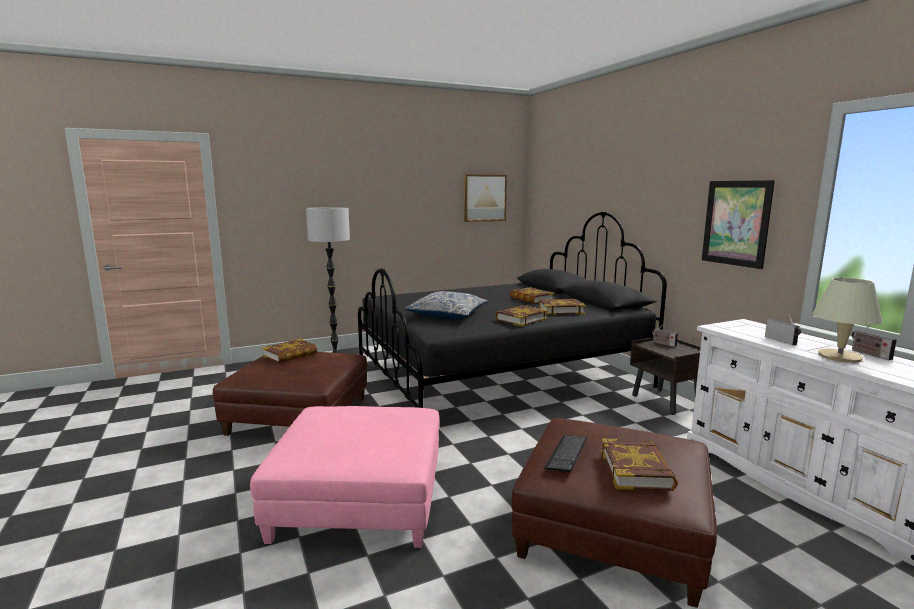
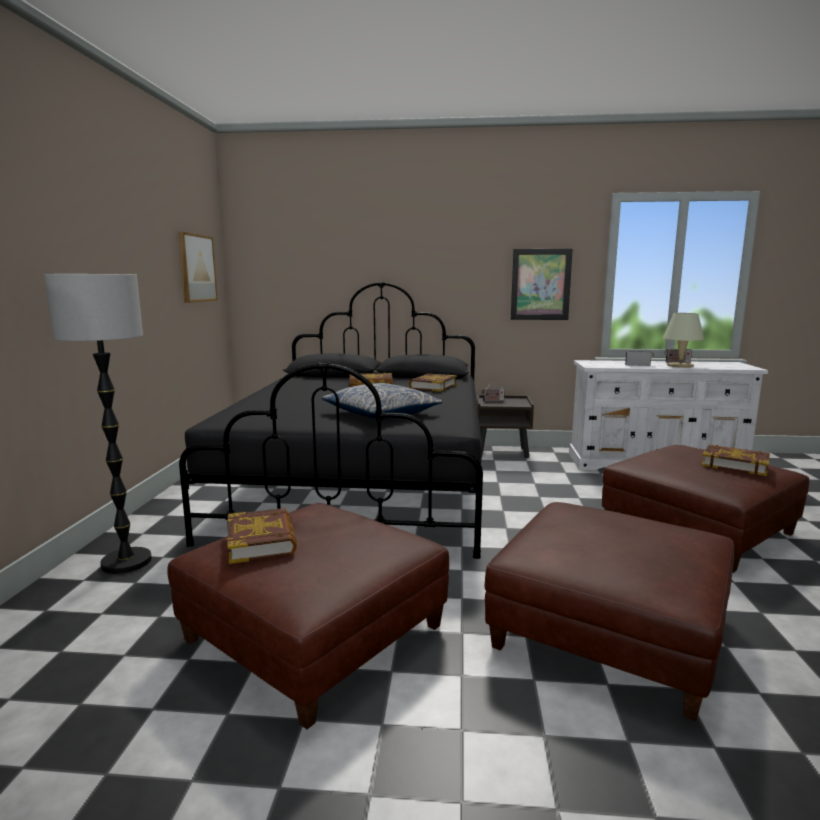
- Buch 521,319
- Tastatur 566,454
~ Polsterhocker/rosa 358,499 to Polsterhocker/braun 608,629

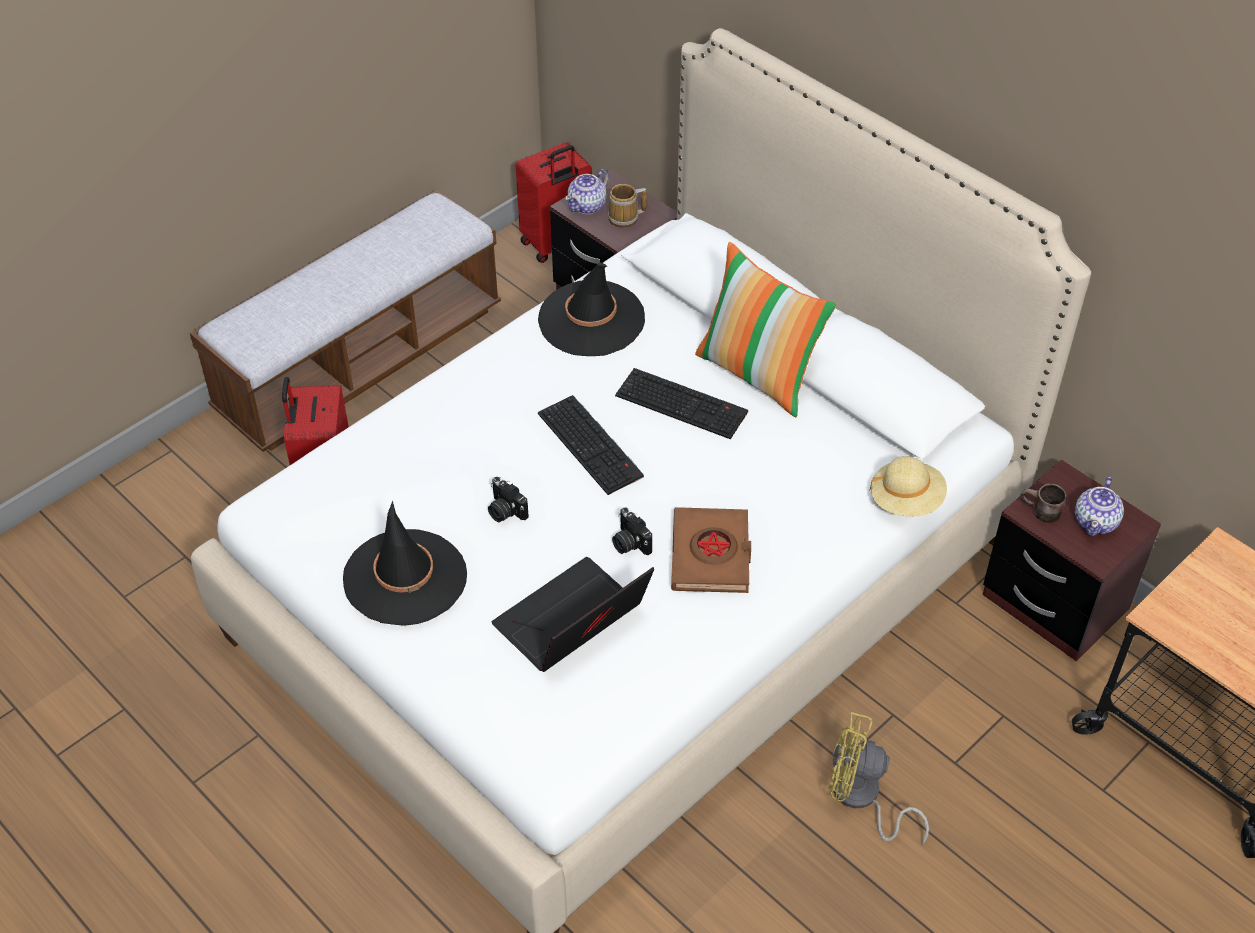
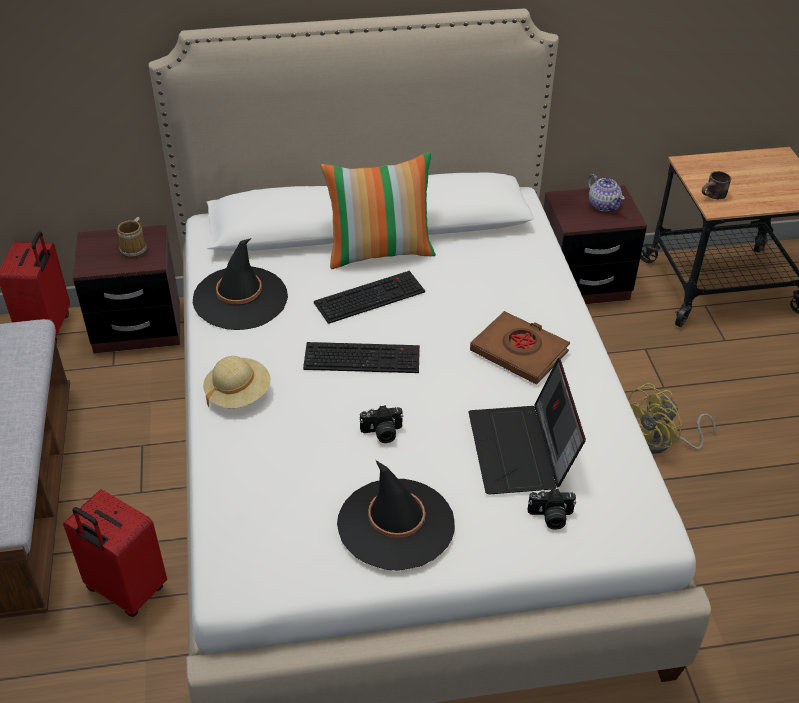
- Teekanne 588,206
~ Kamera 629,543 to 550,517
~ Hut/beige 906,500 to 238,394
~ Henkelbecher/braun 1040,513 to 714,197

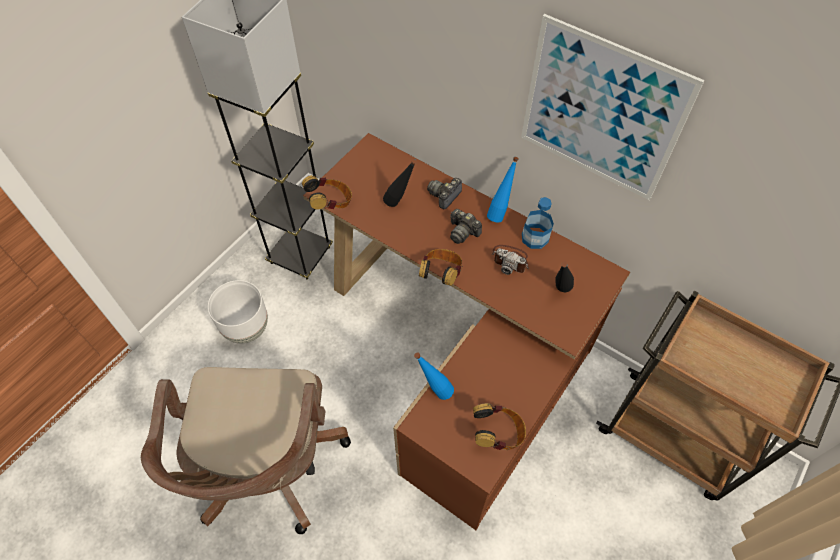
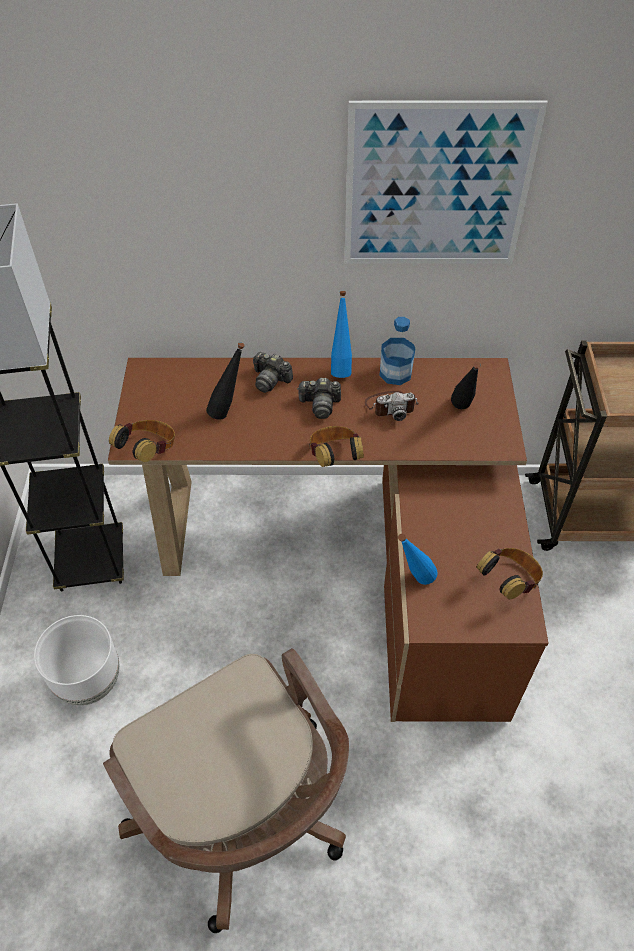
~ Kamera 444,196 = 270,379 60 degrees counterclockwise

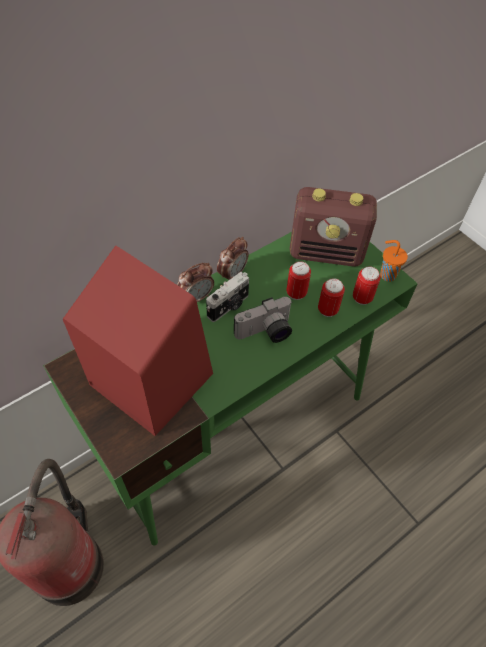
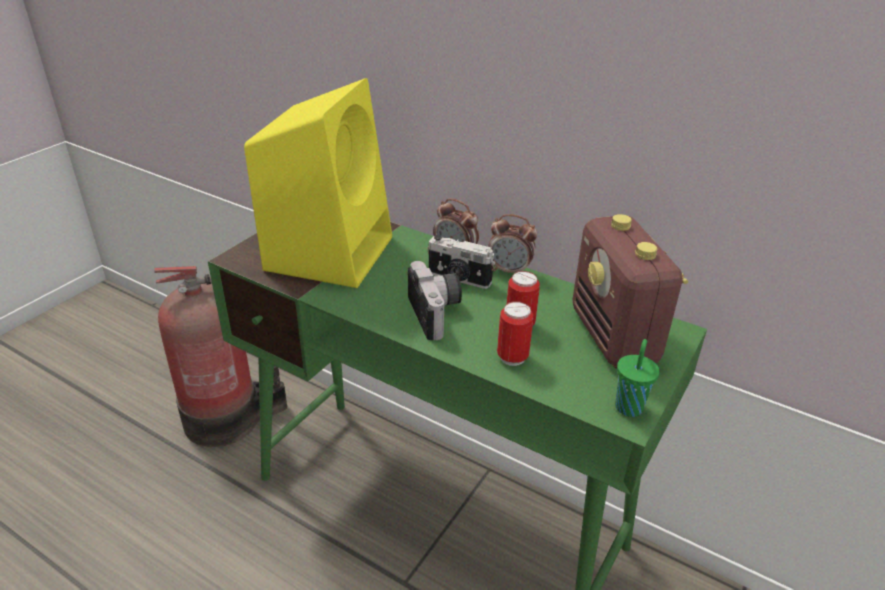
- Dose 362,298
~ Lautsprecher/rot 148,378 to Lautsprecher/gelb 330,251
~ Tasse/orange 386,275 to Tasse/grün 629,406
~ Kamera 265,333 = 438,313 150 degrees counterclockwise

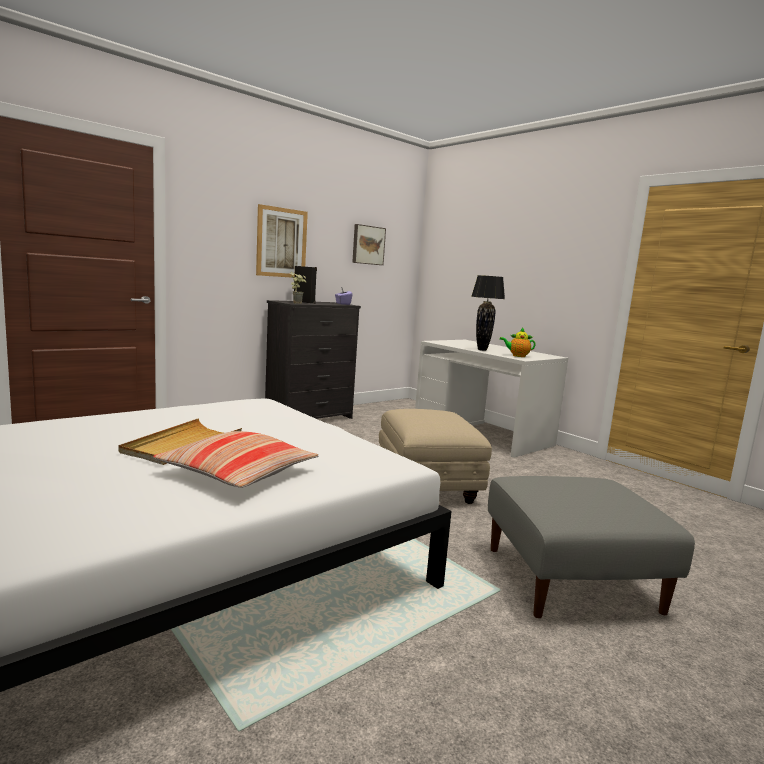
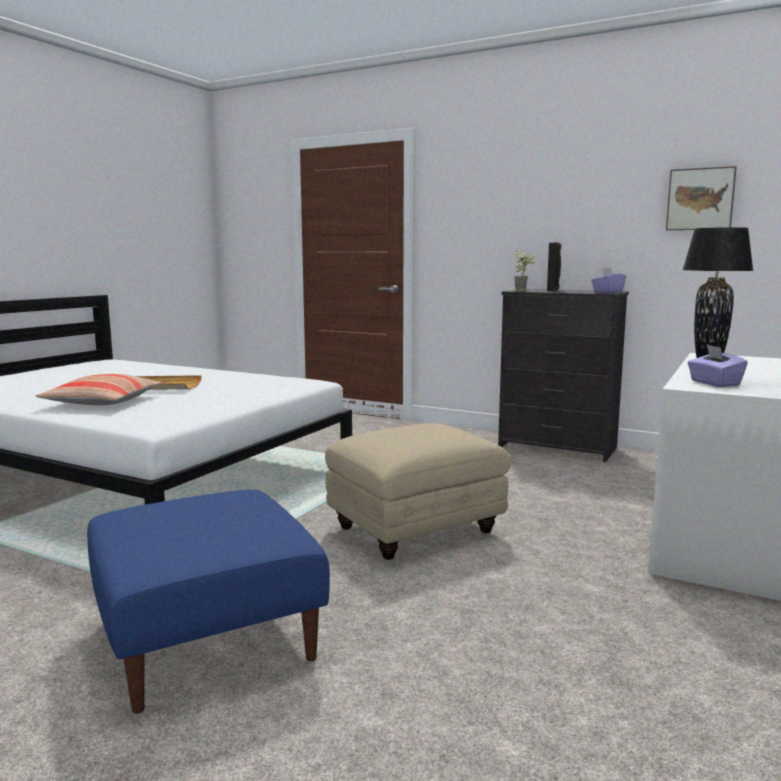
- Bild 281,242
~ Teekanne 517,356 to Taschentuchbox/lila 714,383
~ Polsterhocker/grau 571,578 to Polsterhocker/blau 208,638

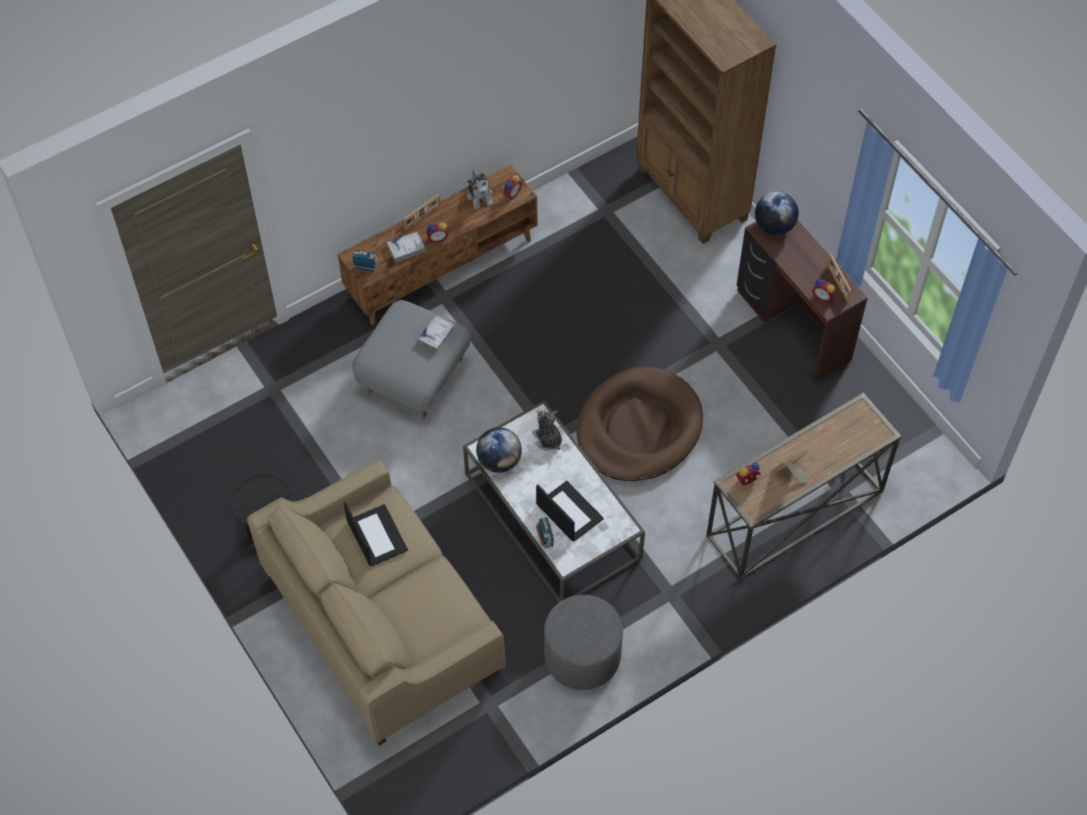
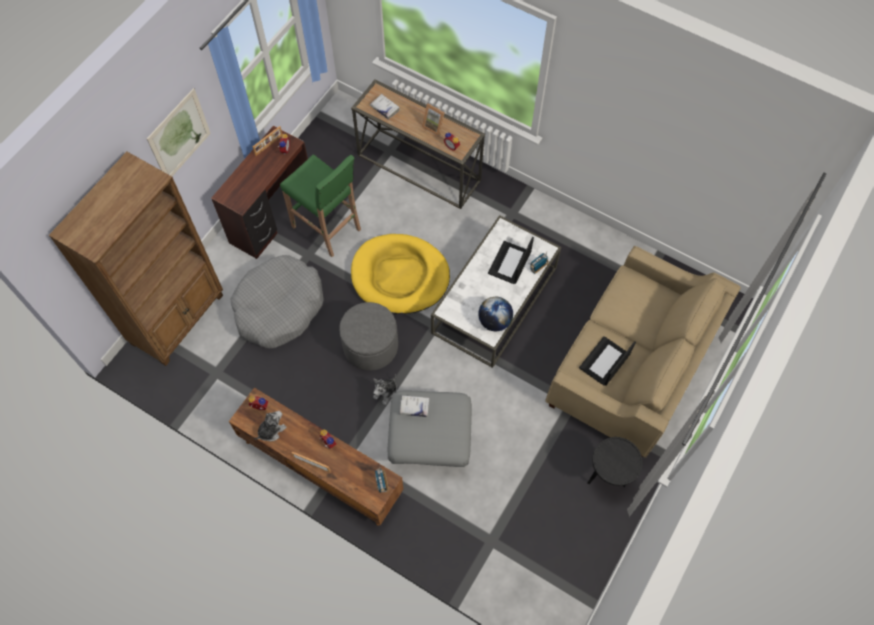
- Globus 774,226
+ Bild 179,135
+ Hundebett/grau 279,307
+ Hocker/grün 327,229
~ Buch/weiß 406,248 to 385,108
~ Plüschtier 547,439 to 386,392
~ Polsterhocker/grau 582,655 to 370,346
~ Hundebett/braun 638,428 to Hundebett/gelb 400,276

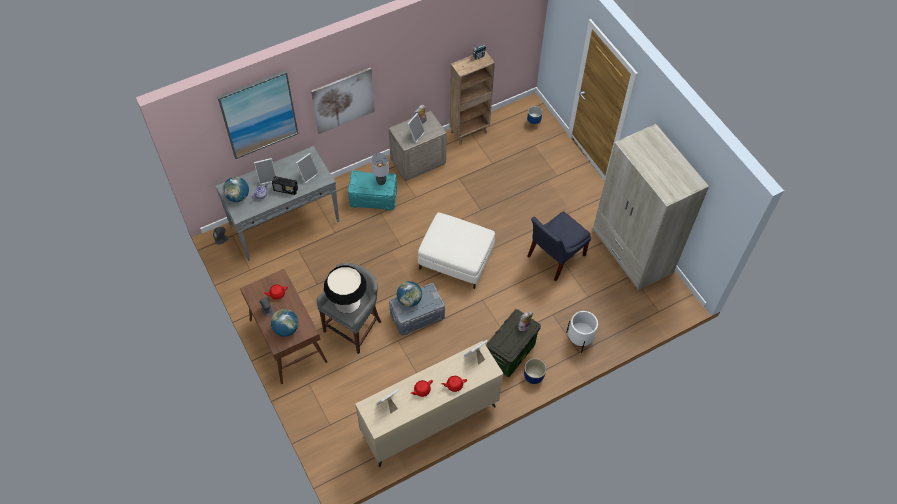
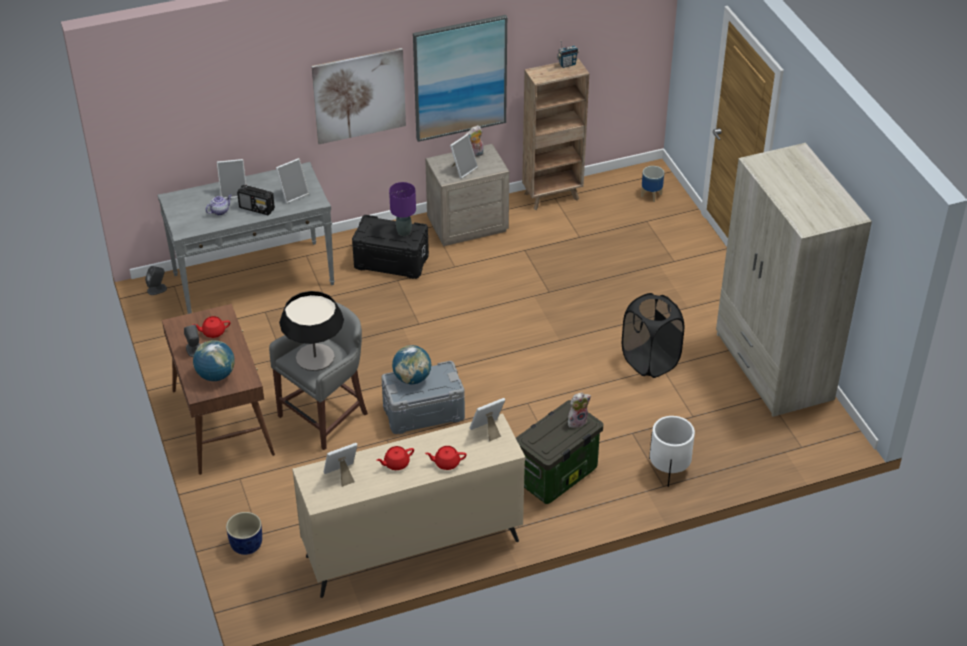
- Globus 238,196
- Polsterhocker/weiß 456,259
~ Bild 259,114 to 460,78
~ Pflanzkübel/blau 533,376 to 246,544
~ Stuhl/blau 554,257 to Wäschekorb/schwarz 650,361
~ Aufbewahrungsbox/türkis 373,197 to Aufbewahrungsbox/schwarz 391,261
~ Tischlampe/grau 381,182 to Tischlampe/lila 404,232

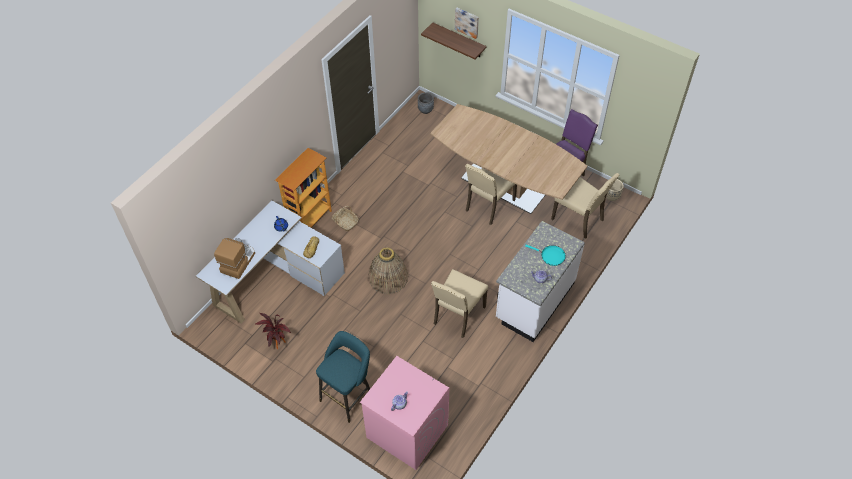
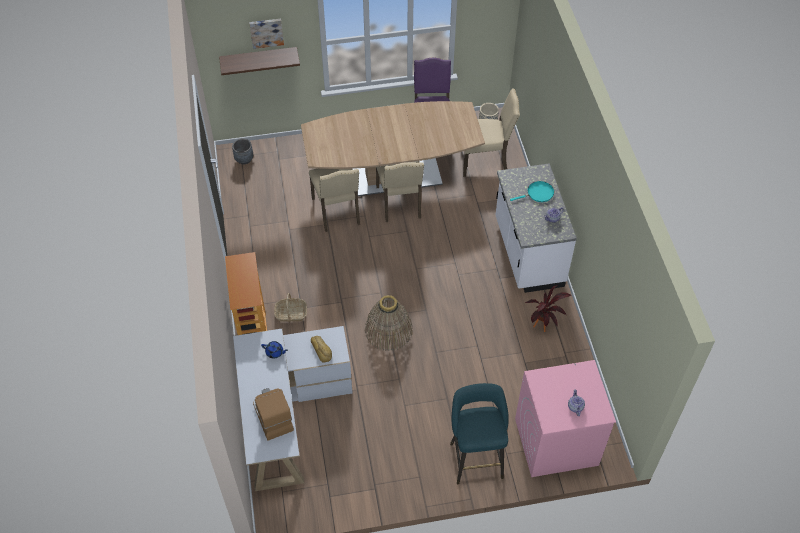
~ Topfpflanze 278,346 to 543,329
~ Stuhl/beige 457,315 to 337,212

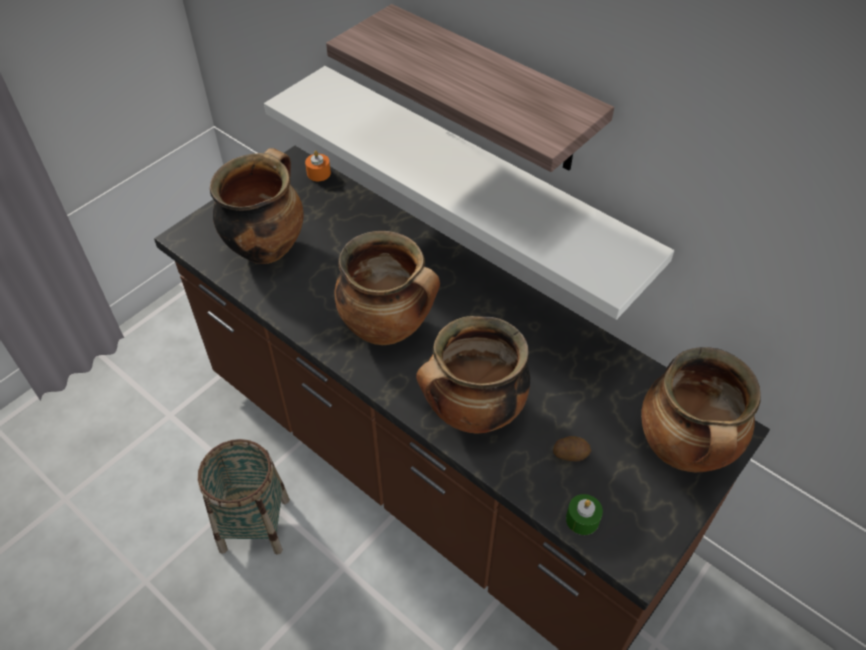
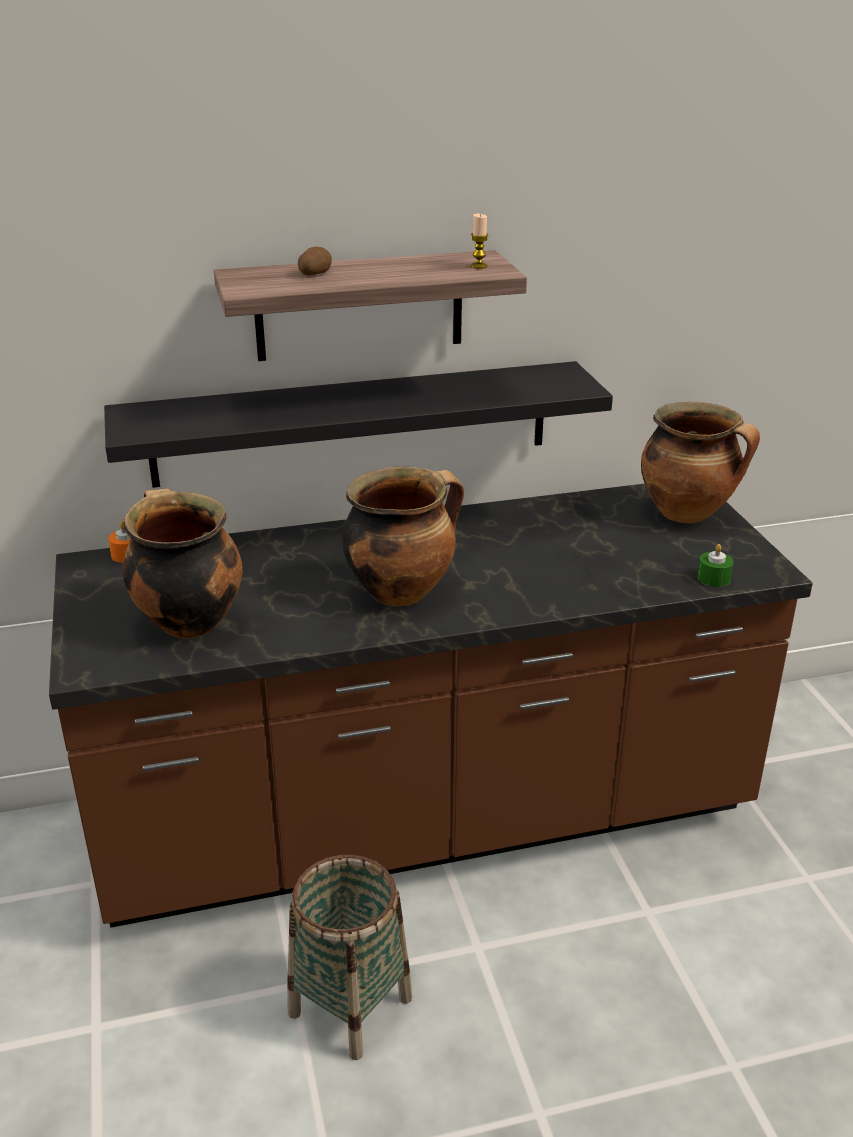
- Kochtopf 472,415
+ Kerze 478,266
~ Kartoffel 570,453 to 314,273
~ Wandregal/weiß 478,179 to Wandregal/schwarz 352,423

